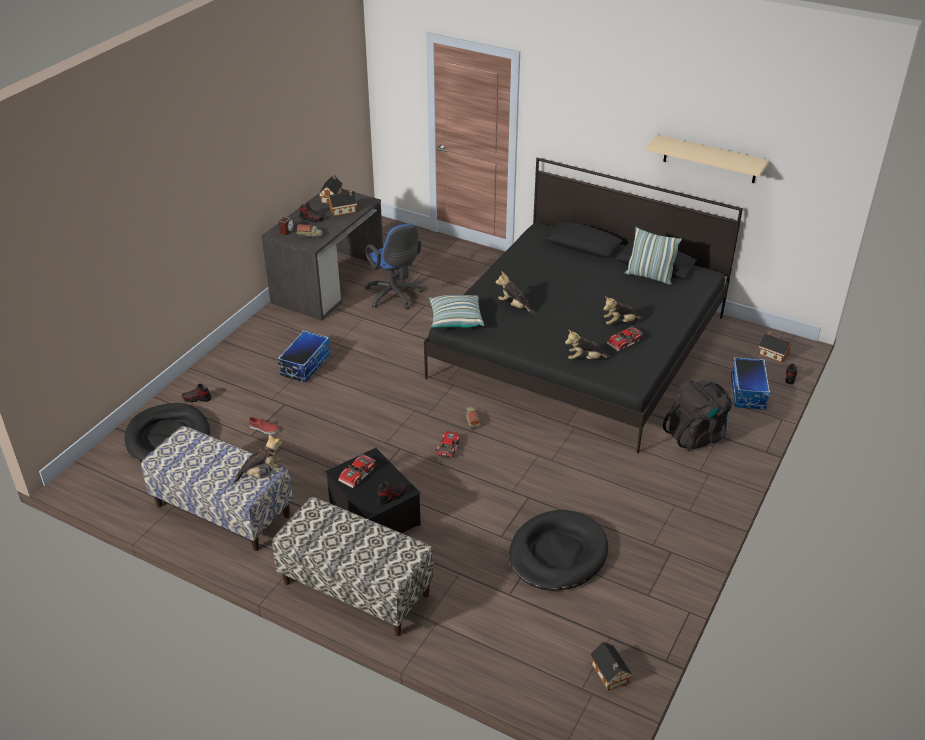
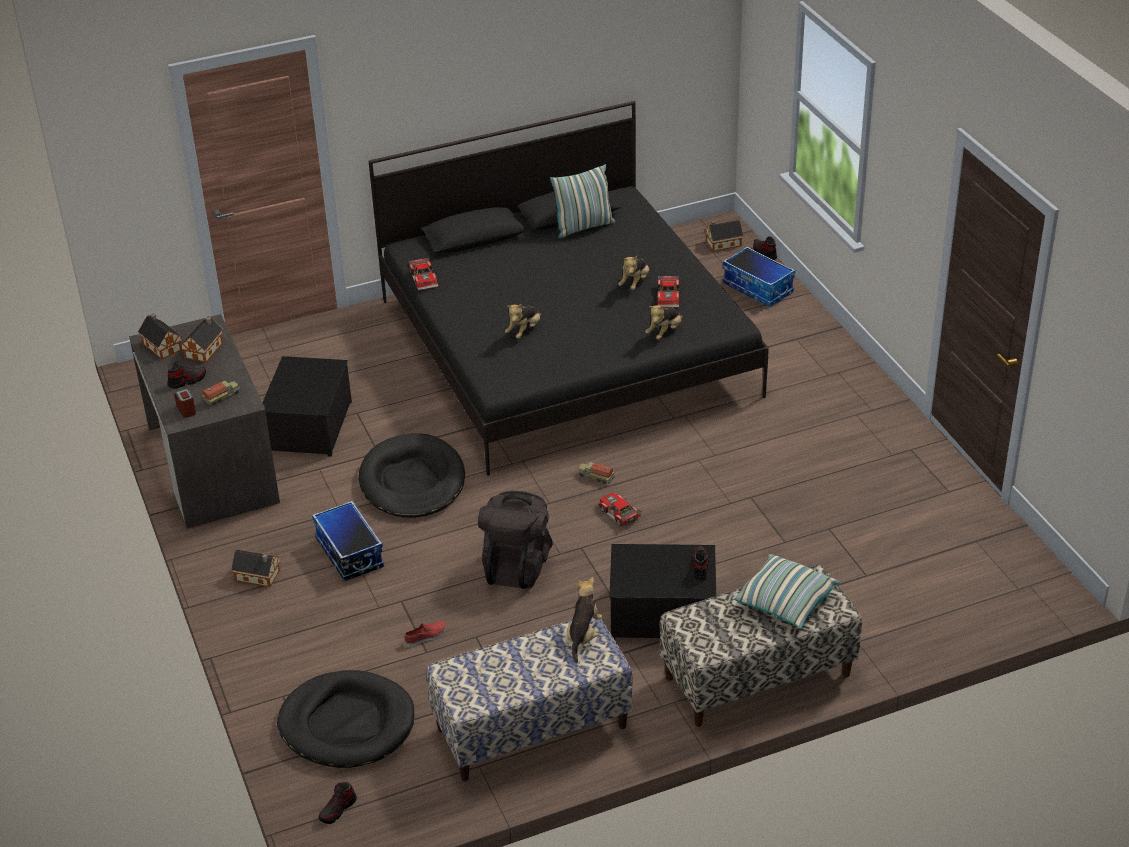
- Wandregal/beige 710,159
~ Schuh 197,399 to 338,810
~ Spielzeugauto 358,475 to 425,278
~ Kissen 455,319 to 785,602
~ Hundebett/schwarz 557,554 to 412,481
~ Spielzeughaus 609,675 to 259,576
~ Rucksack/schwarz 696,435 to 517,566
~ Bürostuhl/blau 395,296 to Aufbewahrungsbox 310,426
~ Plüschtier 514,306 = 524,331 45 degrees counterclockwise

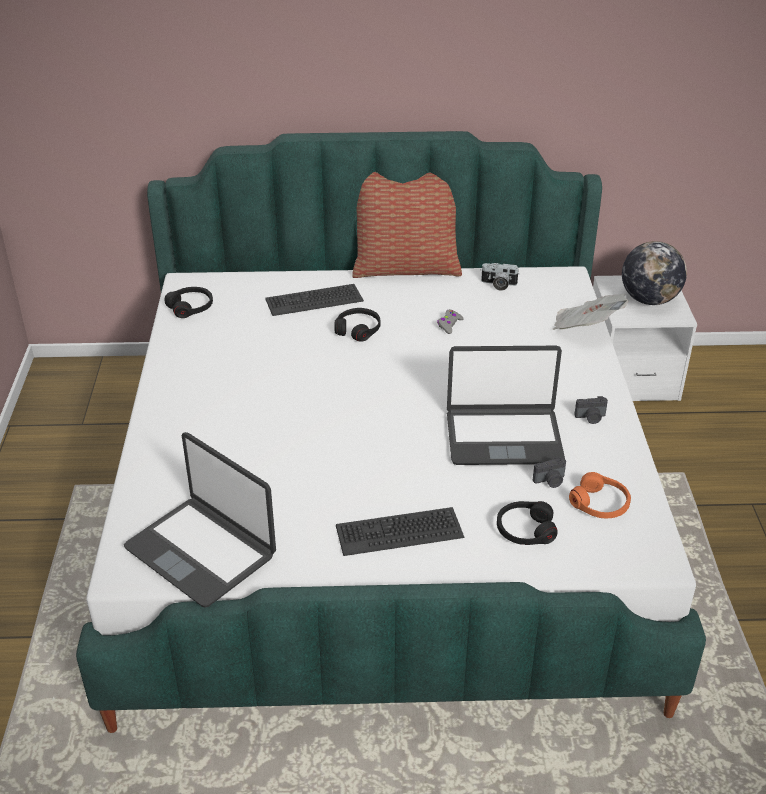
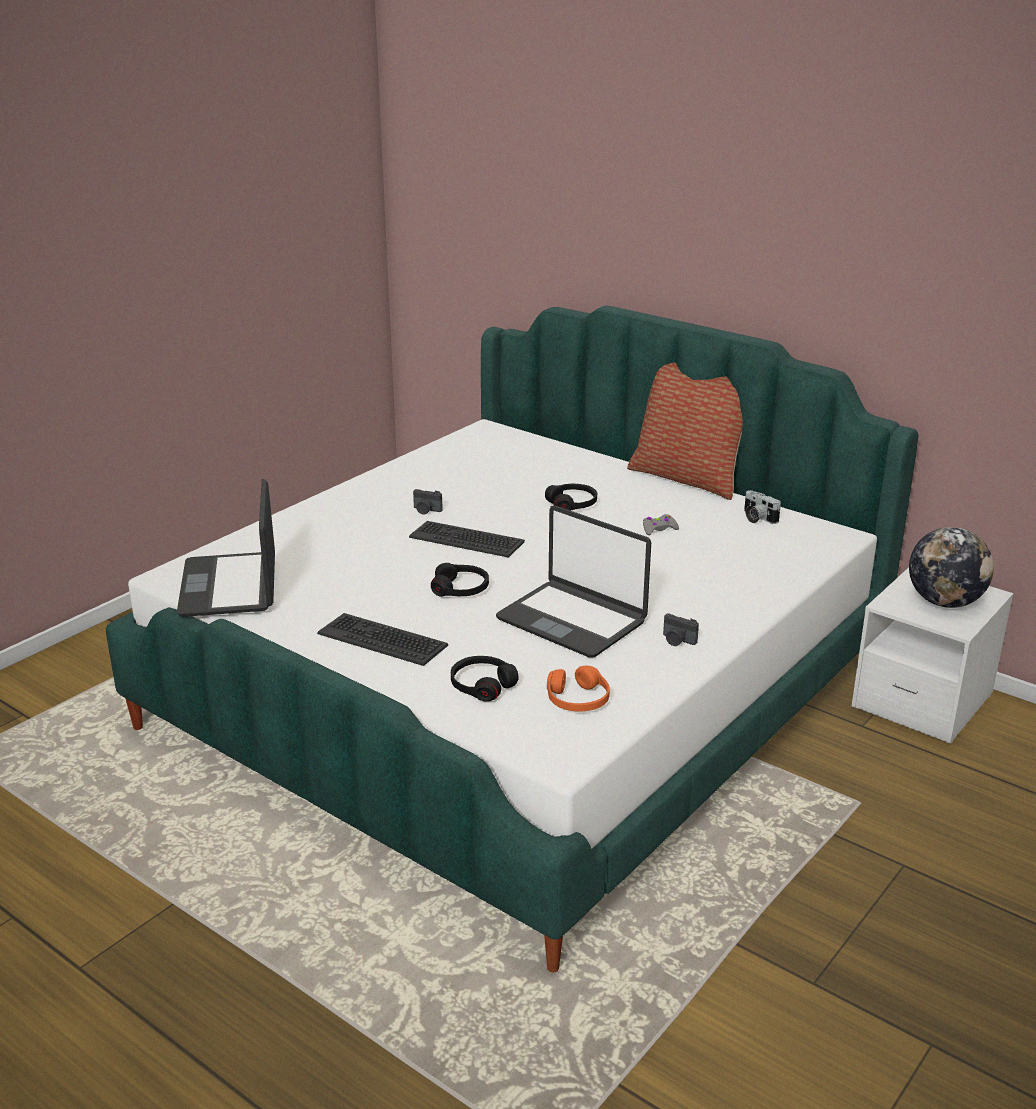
- Zeitung 585,328
~ Kopfhörer/schwarz 191,307 to 460,589
~ Tastatur 314,300 to 467,540
~ Kamera 550,481 to 426,510

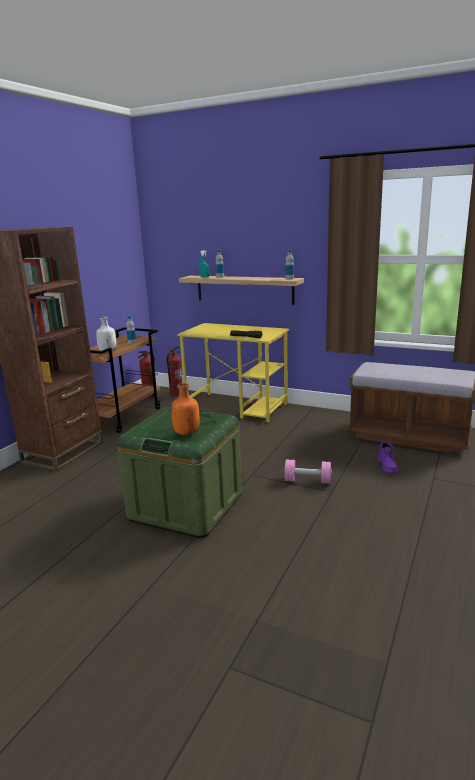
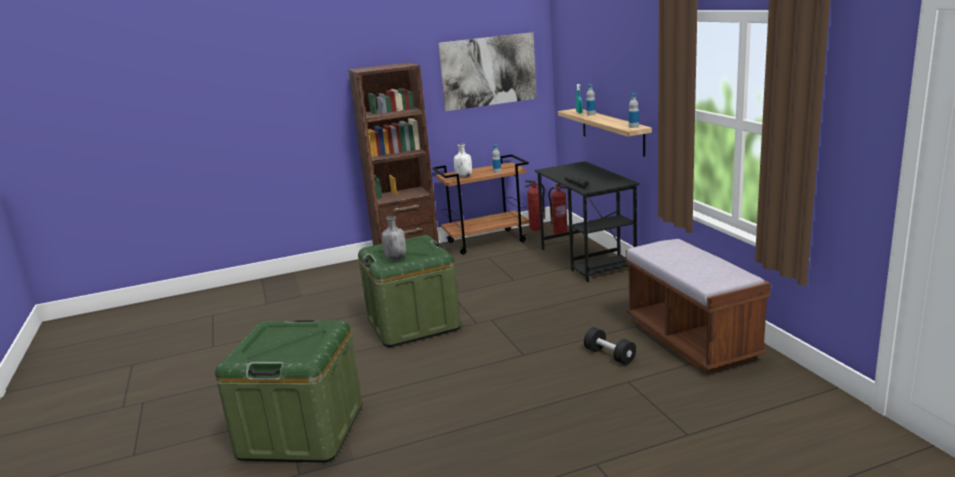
- Hantel/rosa 307,481
+ Aufbewahrungsbox/grün 302,431
+ Bild 488,71
~ Stiefel/lila 387,466 to Hantel/schwarz 609,355
~ Flasche/orange 186,433 to Flasche/grau 395,258
~ Schreibtisch/gelb 237,407 to Schreibtisch/schwarz 587,259

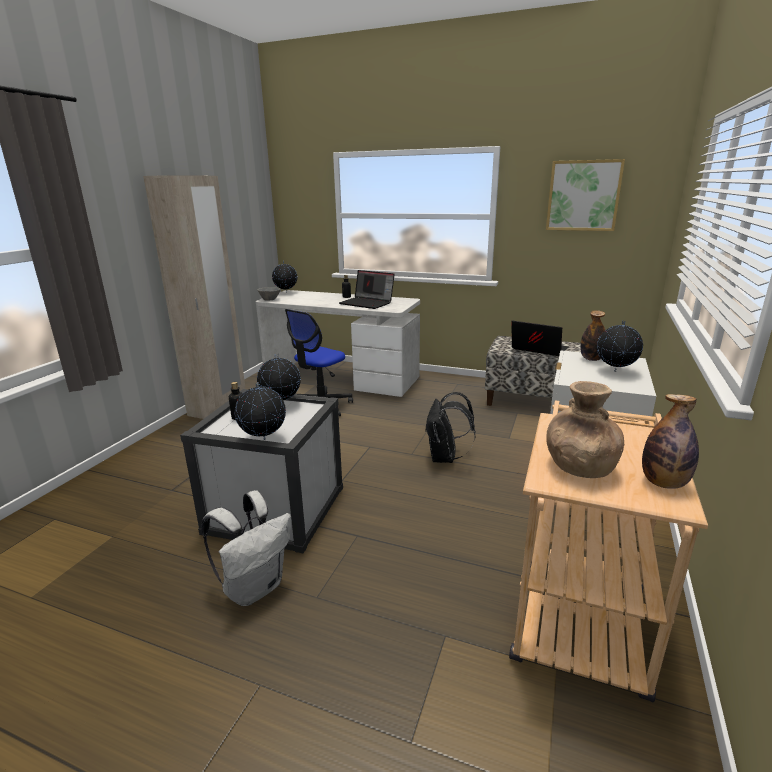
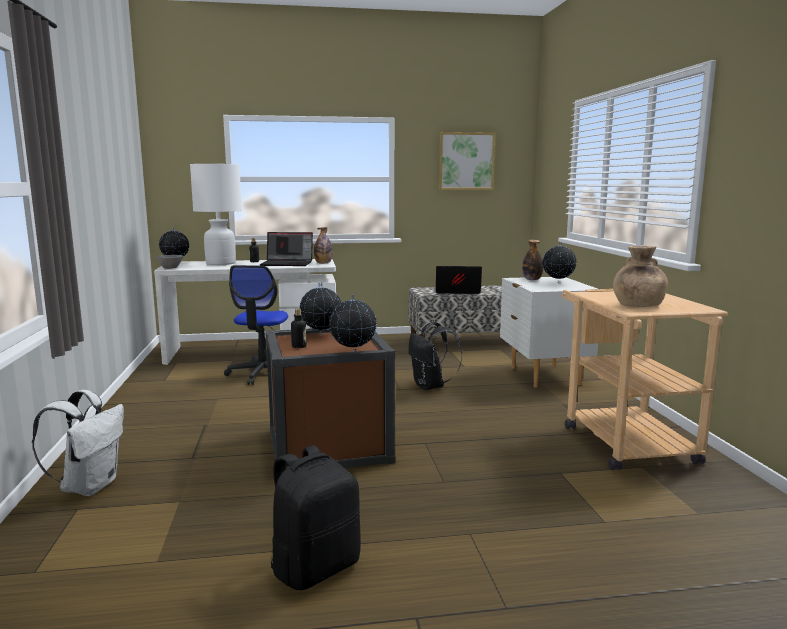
- Kleiderschrank/beige 218,405
+ Tischlampe/weiß 221,263
+ Rucksack/schwarz 315,567
~ Rucksack/weiß 255,587 to 89,486
~ Flasche 663,483 to 323,263
~ Aufbewahrungsbox/weiß 276,509 to Aufbewahrungsbox/braun 329,445

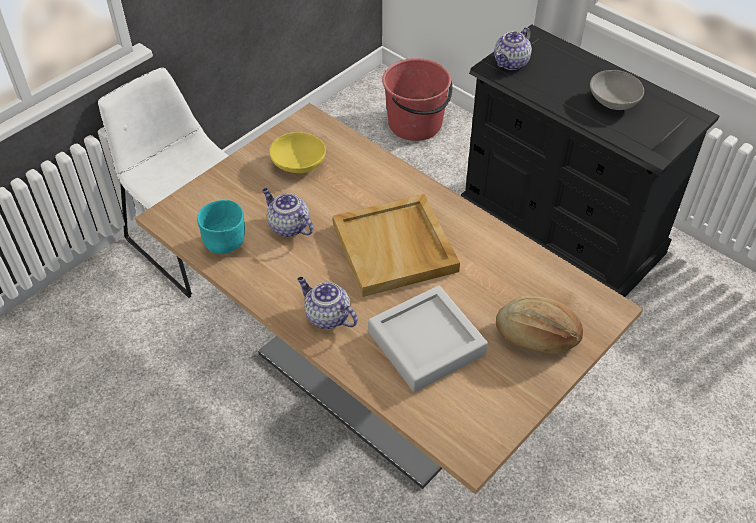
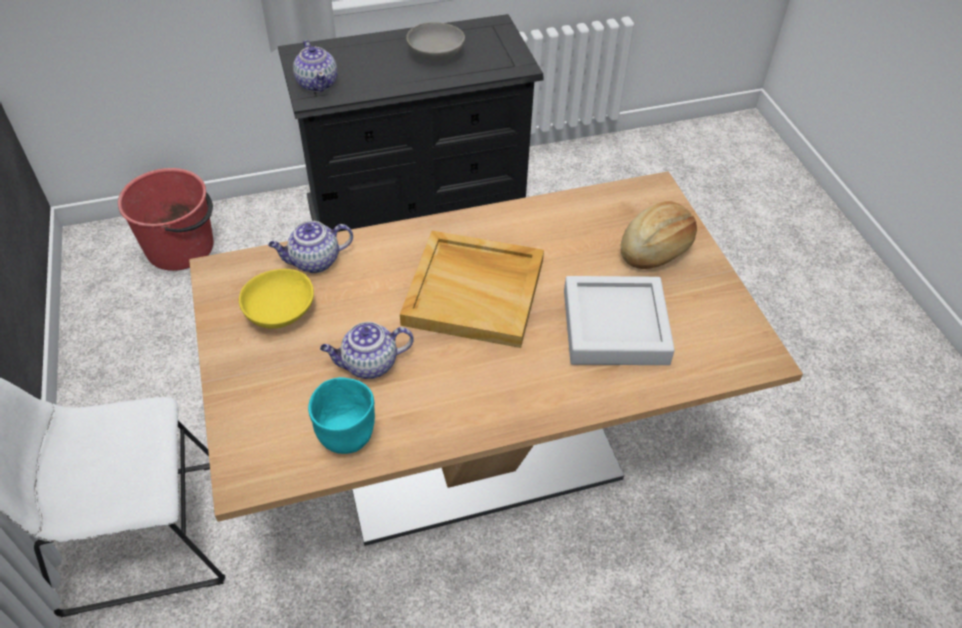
~ Teekanne 326,316 to 314,262

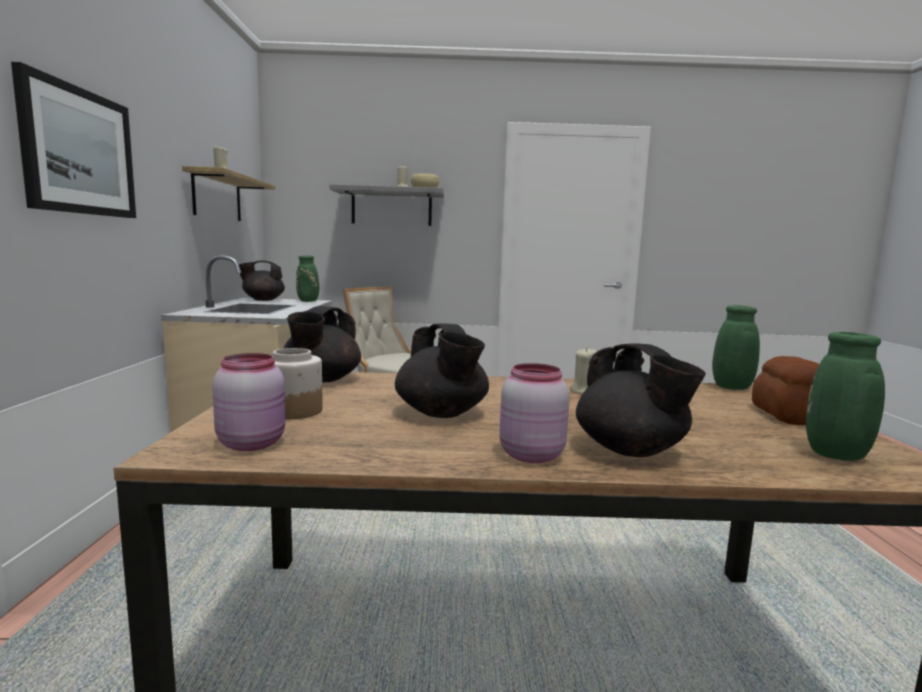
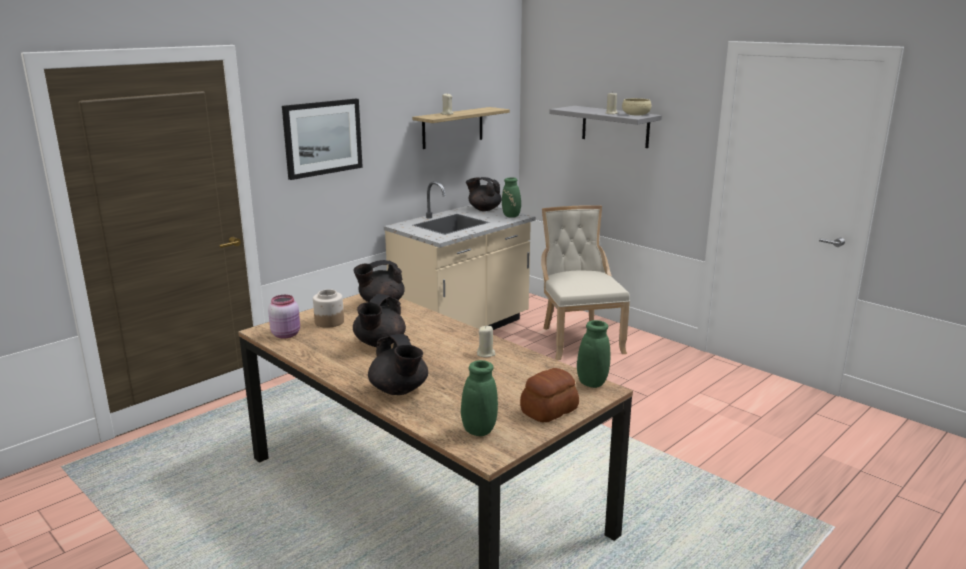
- Vorratsglas/rosa 529,454
~ Teekanne/schwarz 631,451 = 399,390 45 degrees counterclockwise

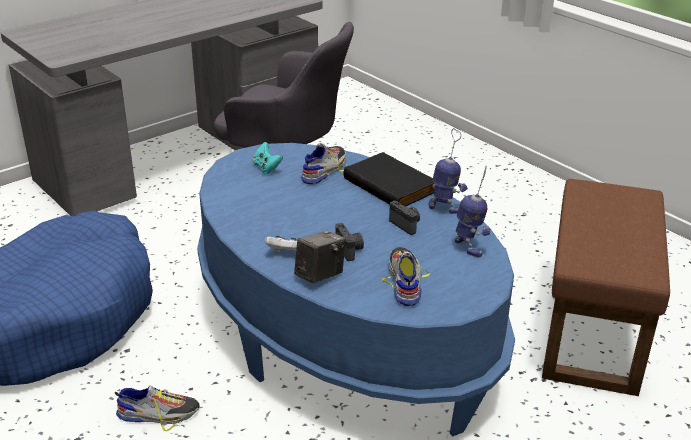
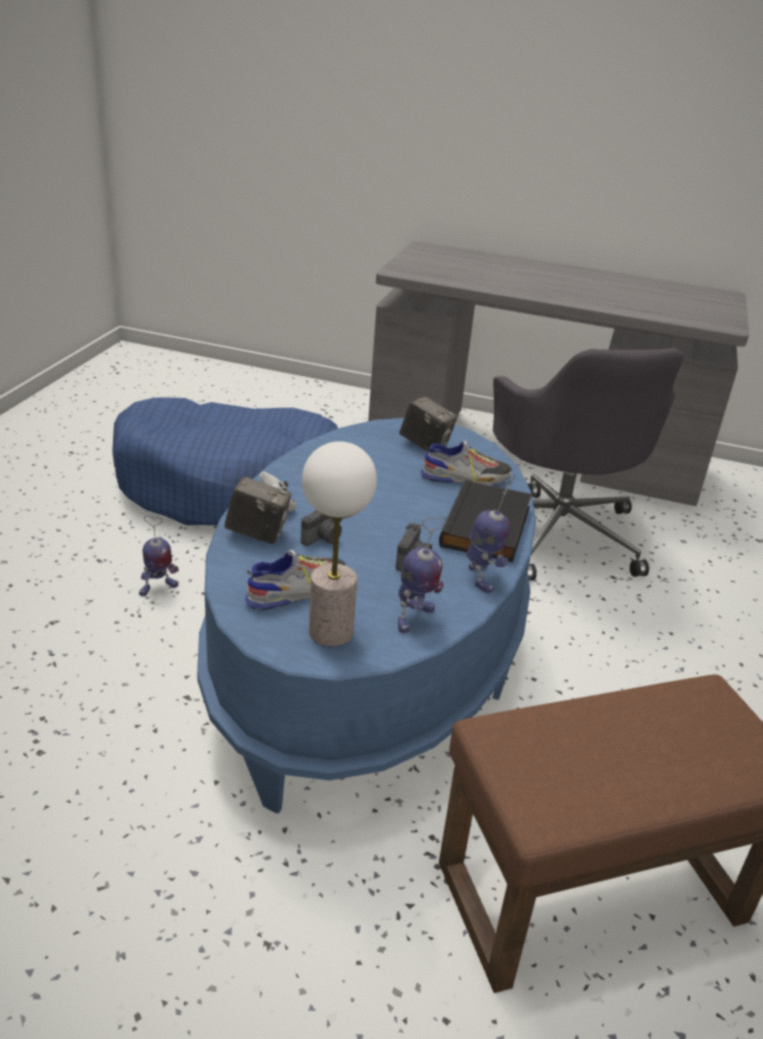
+ Tischlampe 331,632
~ Schuh 159,413 to Spielzeugroboter 157,588
~ Gamepad/türkis 266,168 to Kamera 425,445

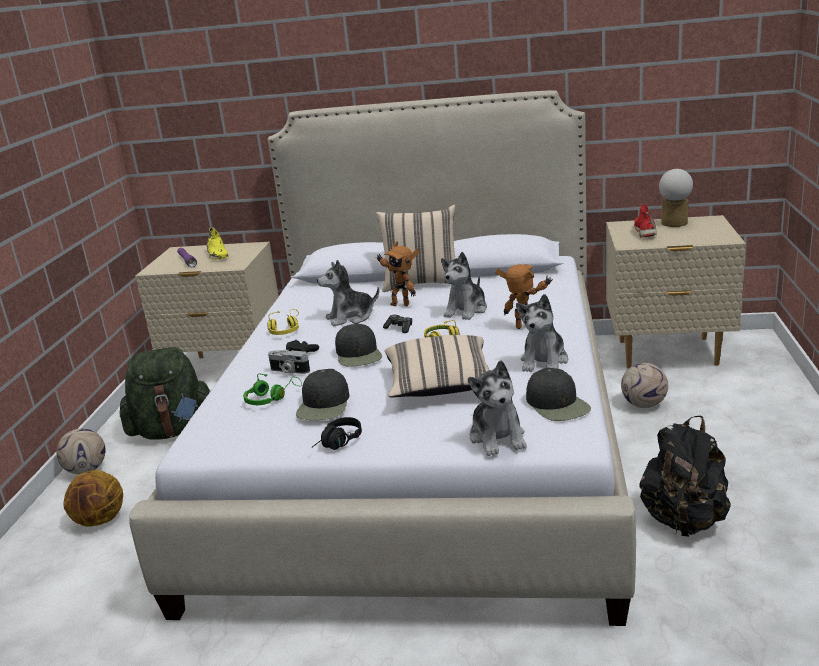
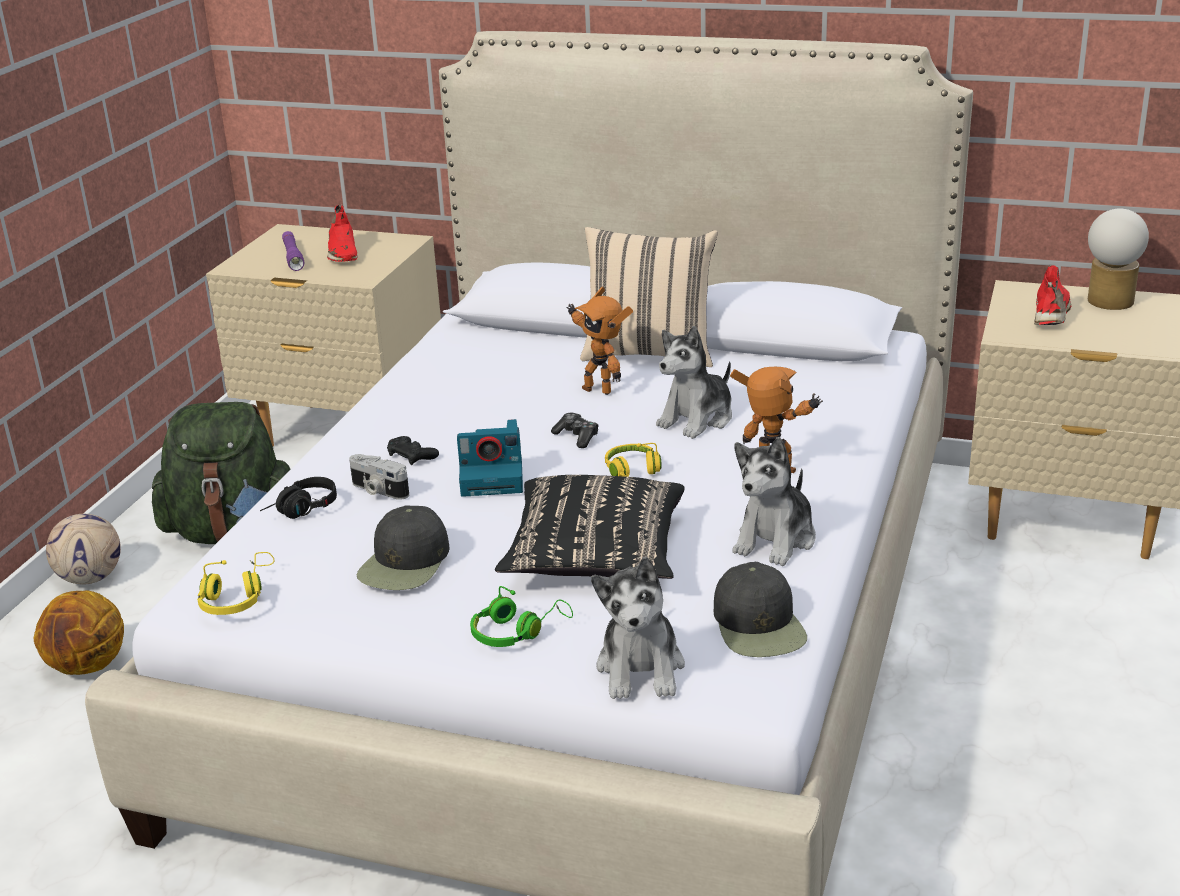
- Plüschtier 350,317
- Fußball 644,405
- Rucksack/schwarz 684,521
~ Kopfhörer/grün 271,398 to 517,631
~ Kopfhörer/gelb 285,330 to 237,597
~ Kopfhörer/schwarz 338,443 to 301,511
~ Kappe/schwarz 359,354 to Kamera 494,477
~ Schuh/gelb 217,255 to Schuh/rot 342,253
~ Kissen/beige 440,386 to Kissen/schwarz 595,558

